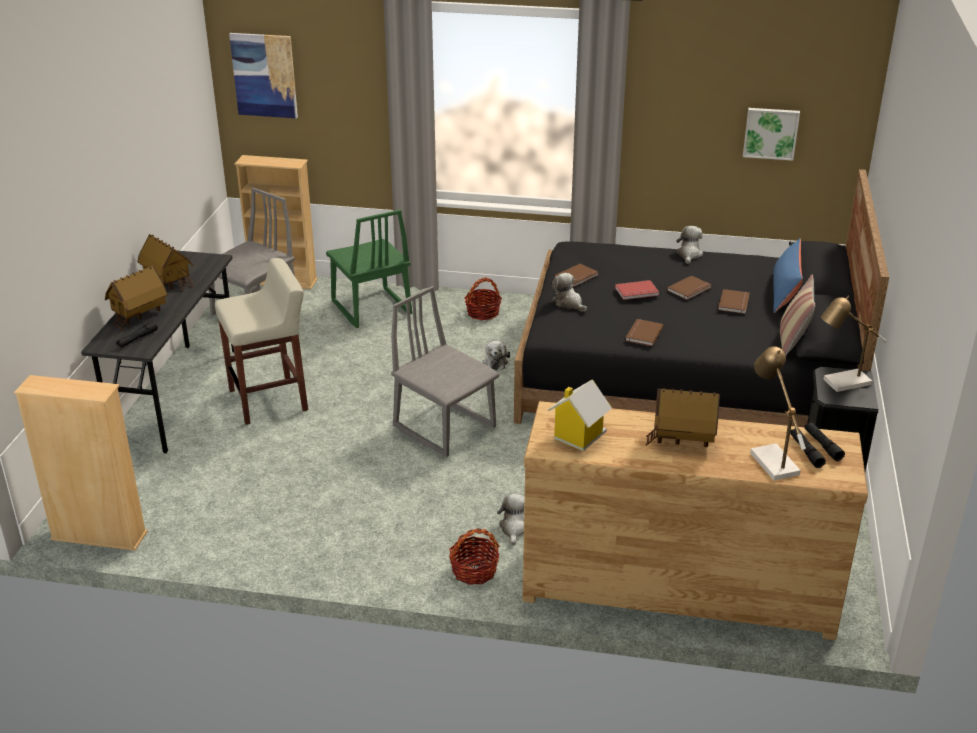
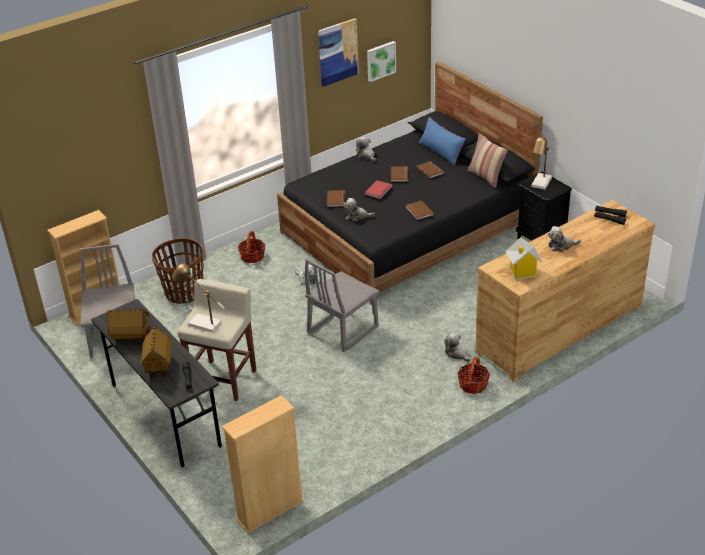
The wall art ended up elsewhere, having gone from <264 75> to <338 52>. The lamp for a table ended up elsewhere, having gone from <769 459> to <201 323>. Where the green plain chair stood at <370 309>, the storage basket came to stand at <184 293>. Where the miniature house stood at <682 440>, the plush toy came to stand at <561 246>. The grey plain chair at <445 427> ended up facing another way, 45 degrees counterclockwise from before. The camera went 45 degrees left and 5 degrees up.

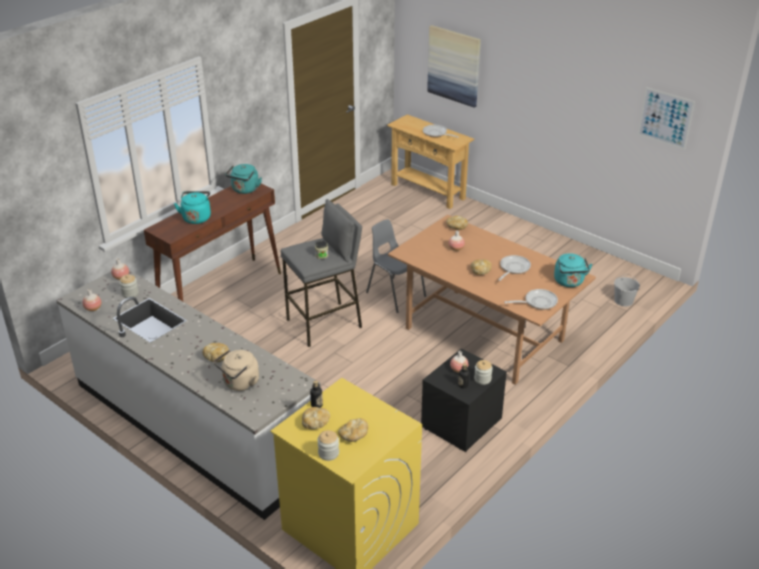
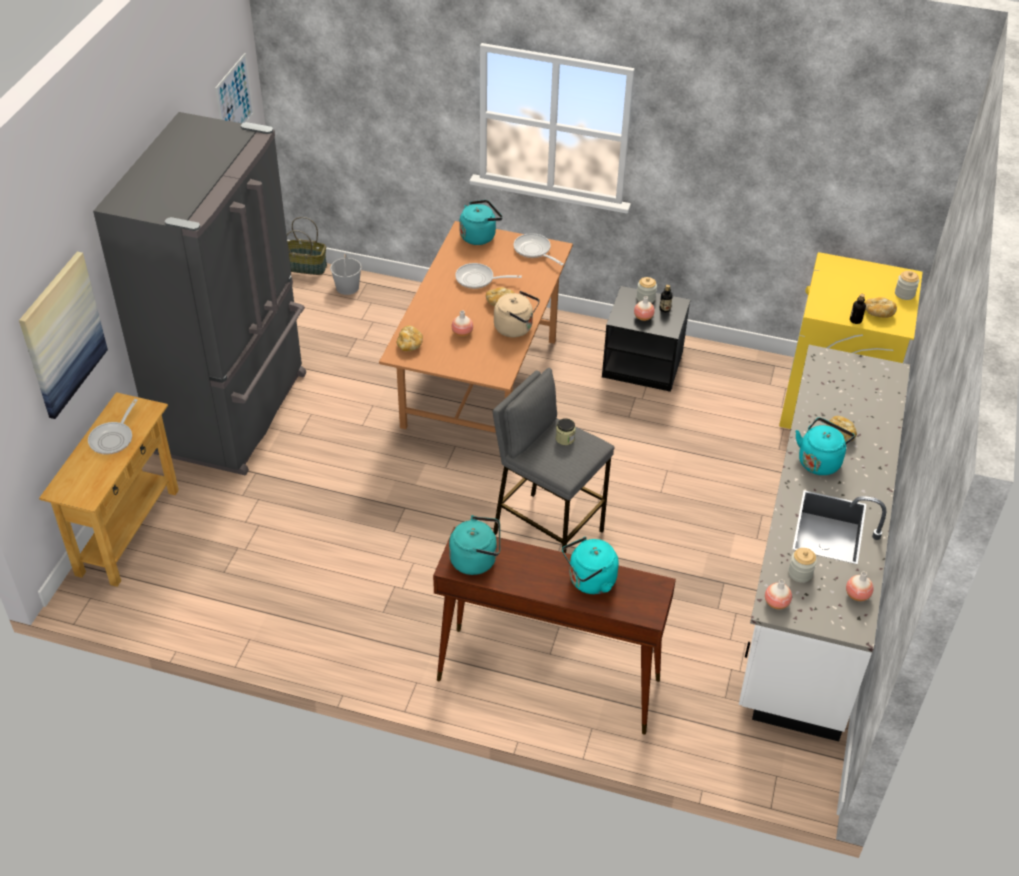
The second view lost the baked bread at <353 436>. The second view lost the grey plain chair at <395 294>. The second view gained the grey refrigerator at <236 413>. The second view gained the storage basket at <306 267>. The second view gained the turquoise-coloured water kettle at <820 461>. The beige water kettle ended up elsewhere, having gone from <239 383> to <516 328>. The camera went 115 degrees left and 10 degrees up.

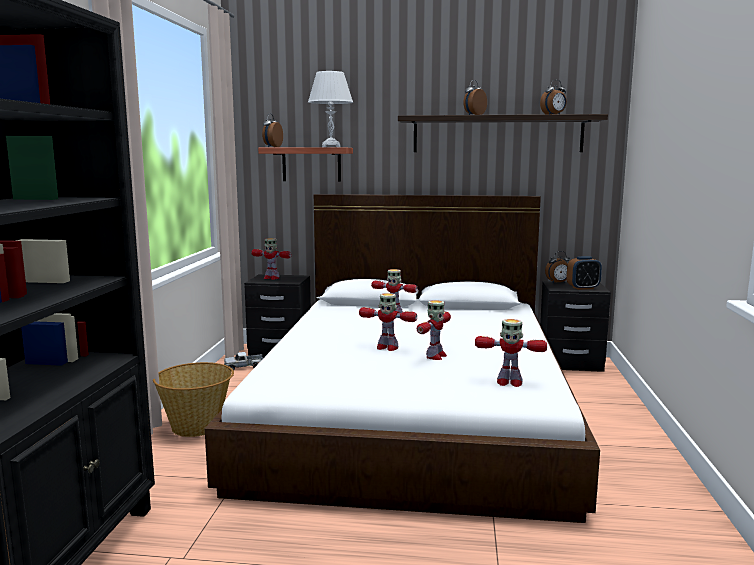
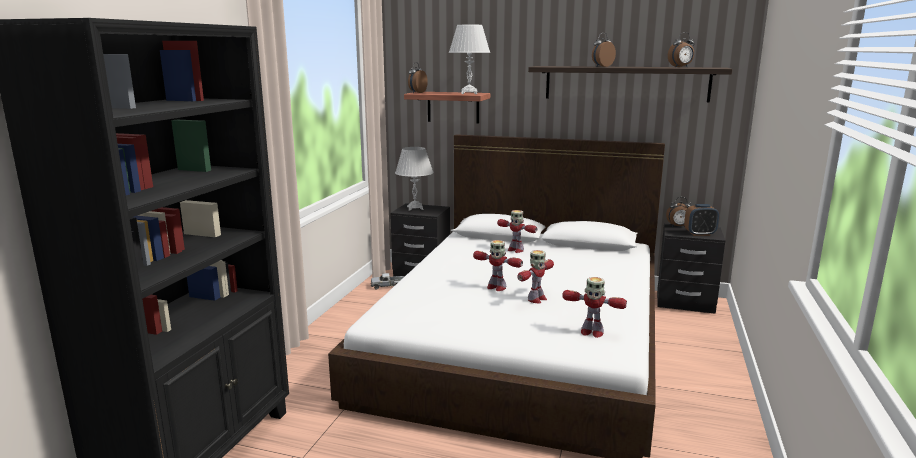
The second view lost the storage basket at <197 426>. Where the robot figure stood at <271 278>, the whitish lamp for a table came to stand at <415 208>. The camera went 10 degrees right and 5 degrees up.

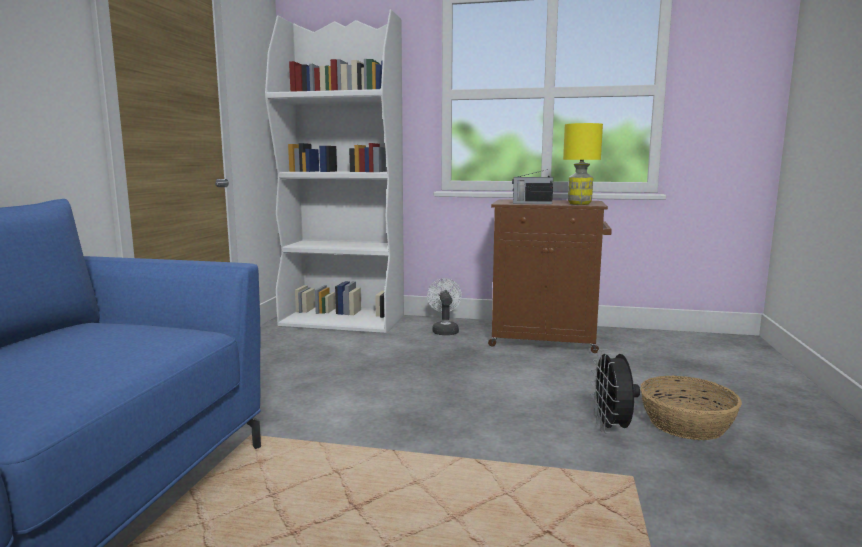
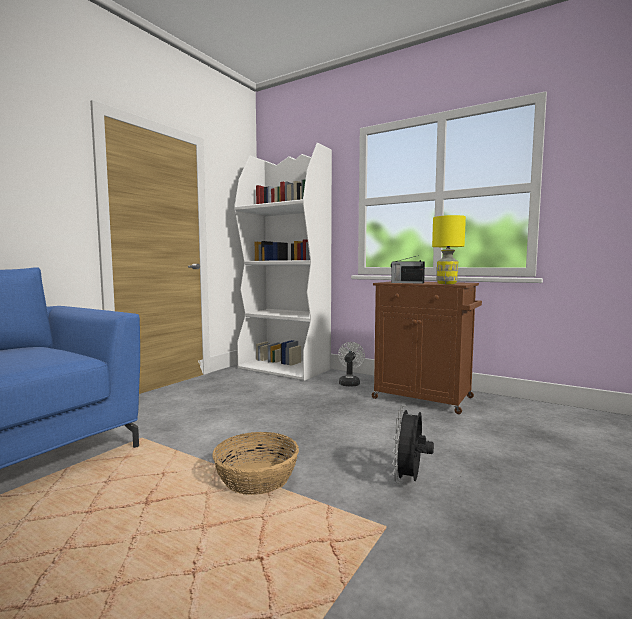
The storage basket ended up elsewhere, having gone from <687 424> to <257 478>. The camera went 20 degrees right and 5 degrees down.

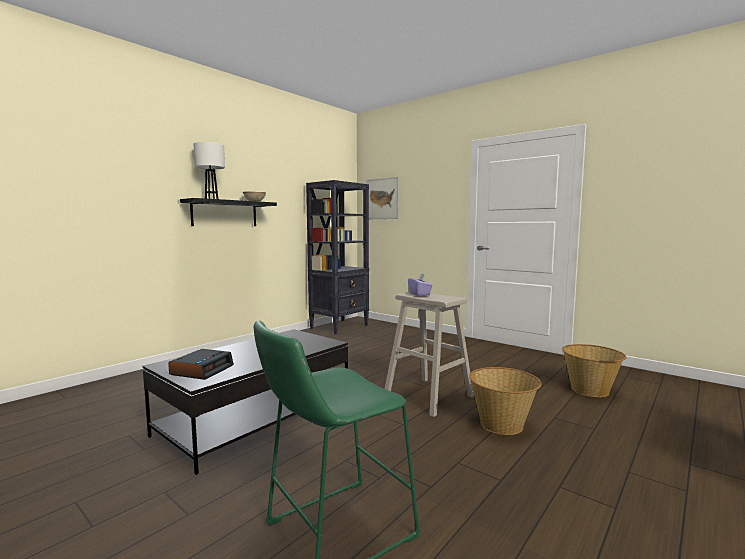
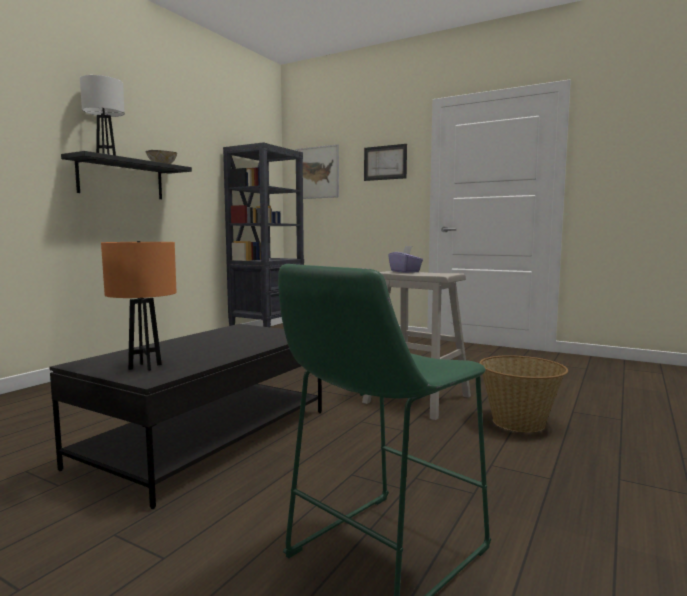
The second view lost the storage basket at <590 390>. The second view gained the wall art at <385 162>. Where the bedside clock stood at <202 370>, the orangey lamp for a table came to stand at <144 367>. The camera went 10 degrees left and 0 degrees up.

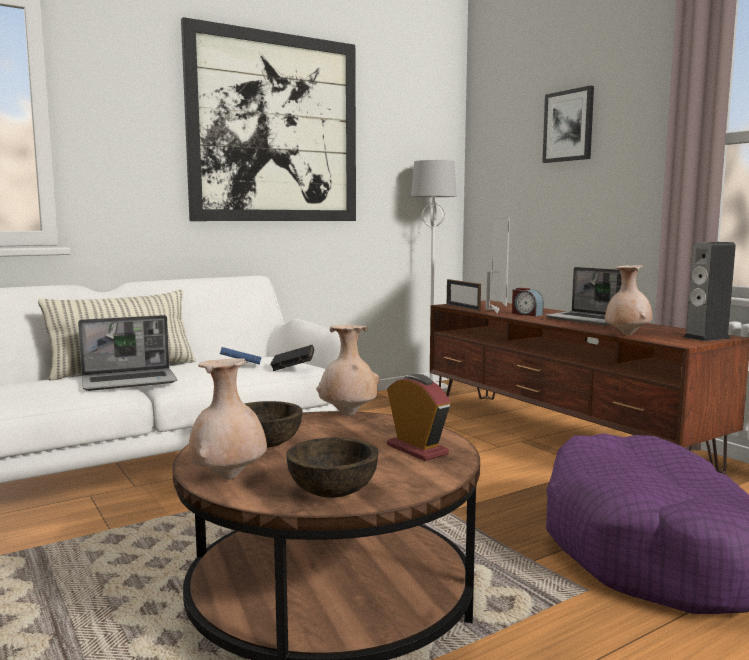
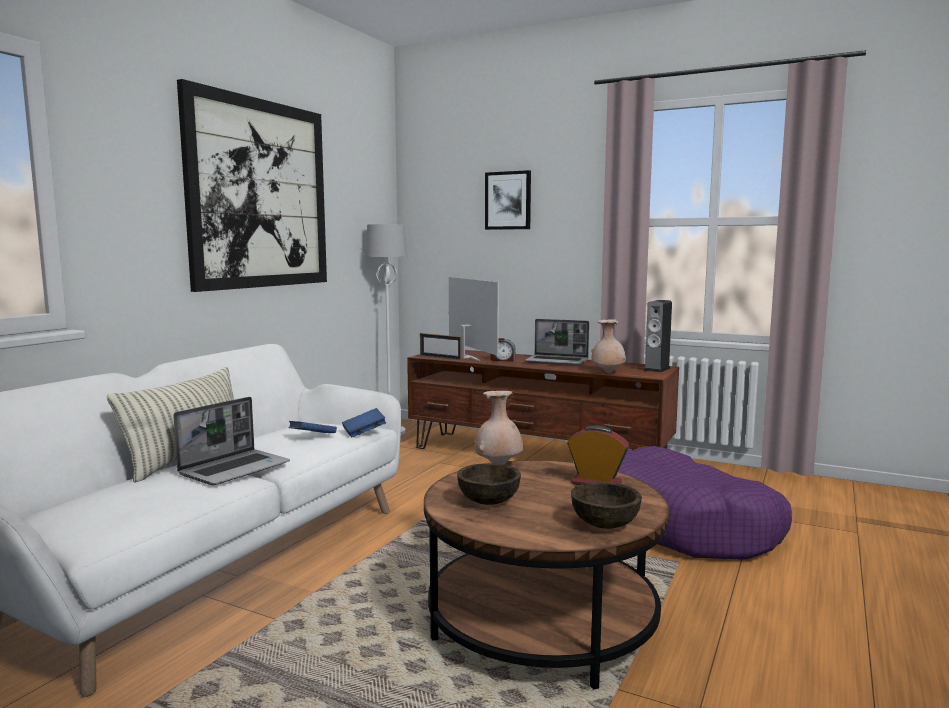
The second view lost the beige vase at <228 478>. What was the black-coloured book at <293 368> turned into the blue-coloured book at <364 432>. The camera went 30 degrees left and 0 degrees up.

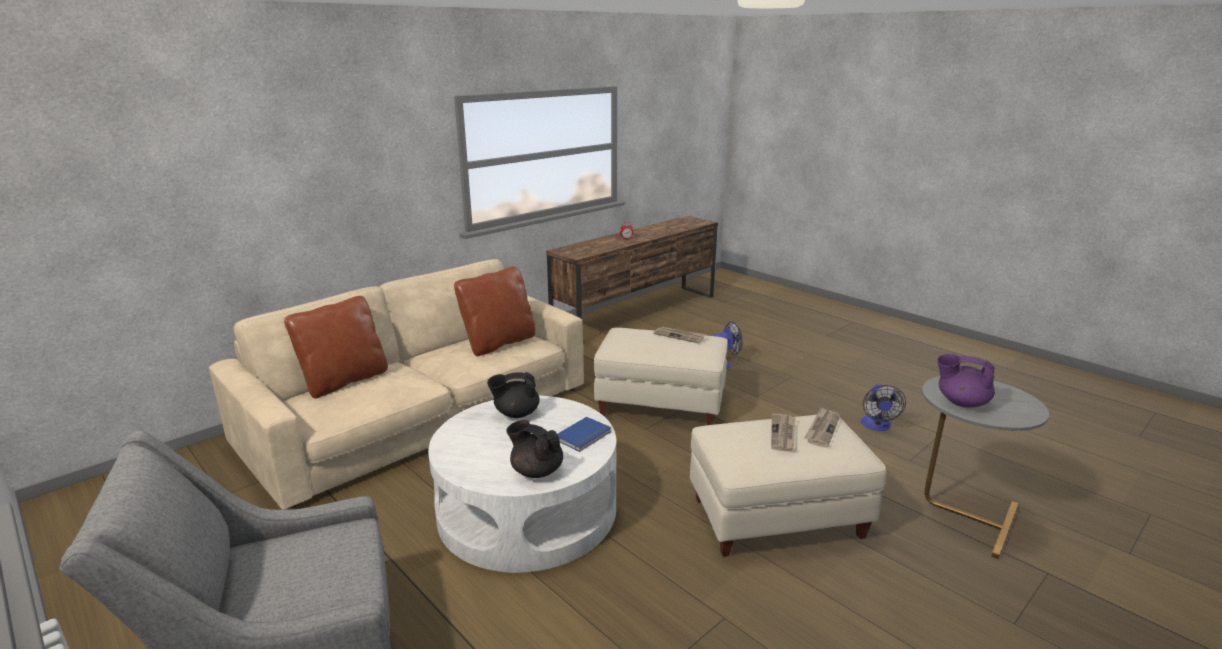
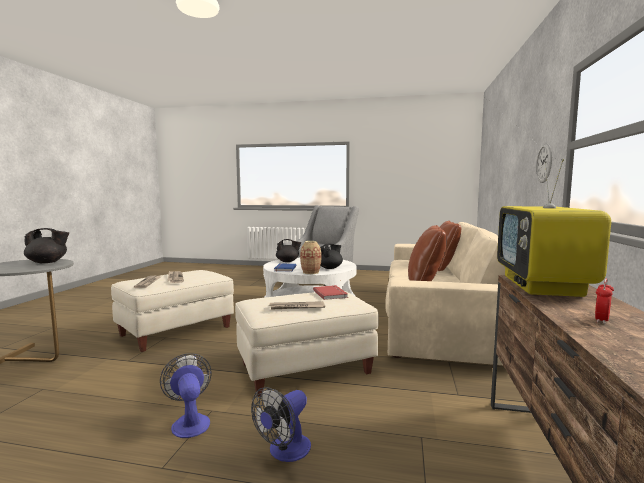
The second view gained the vase at <311 272>. The second view gained the red book at <331 294>. The second view gained the TV set at <543 286>. The second view gained the clock on the wall at <544 163>. The electric fan ended up elsewhere, having gone from <877 426> to <189 422>. What was the purple pot for tea at <961 402> turned into the black-coloured pot for tea at <48 262>. The camera went 145 degrees right and 15 degrees down.

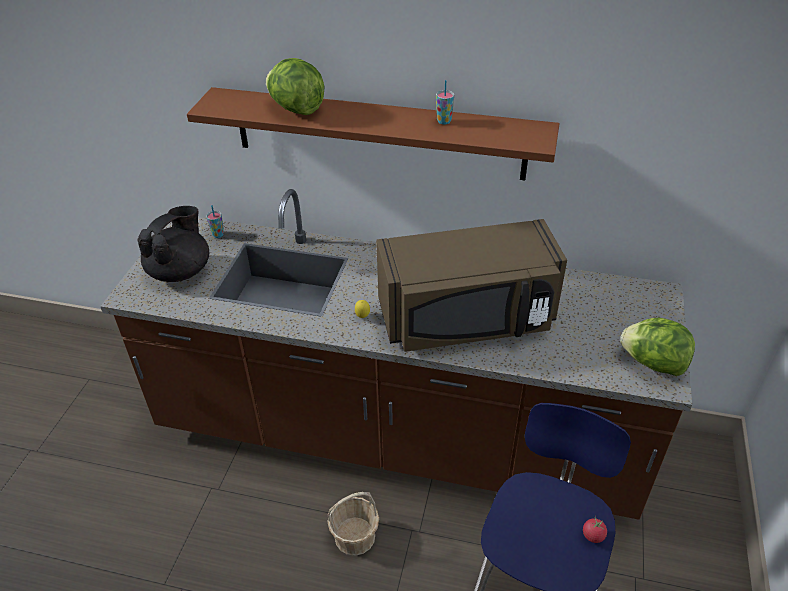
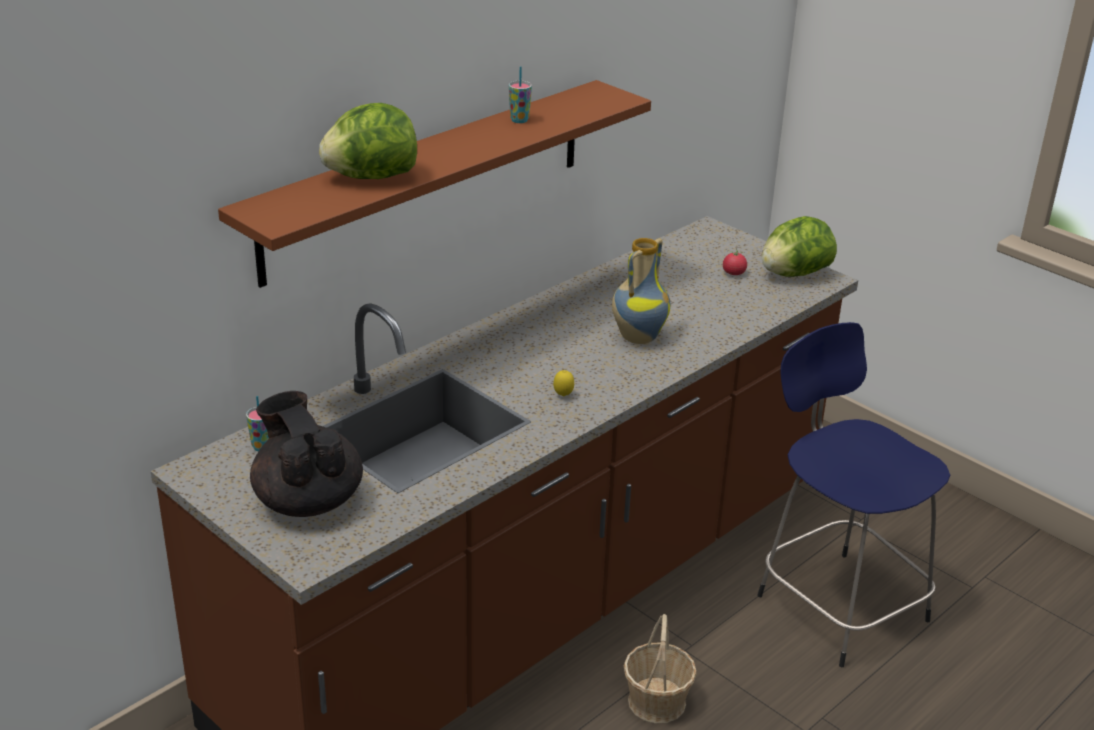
The whole tomato ended up elsewhere, having gone from <593 535> to <733 273>. Where the brown microwave stood at <467 319>, the vase came to stand at <637 337>. The camera went 60 degrees left and 10 degrees down.

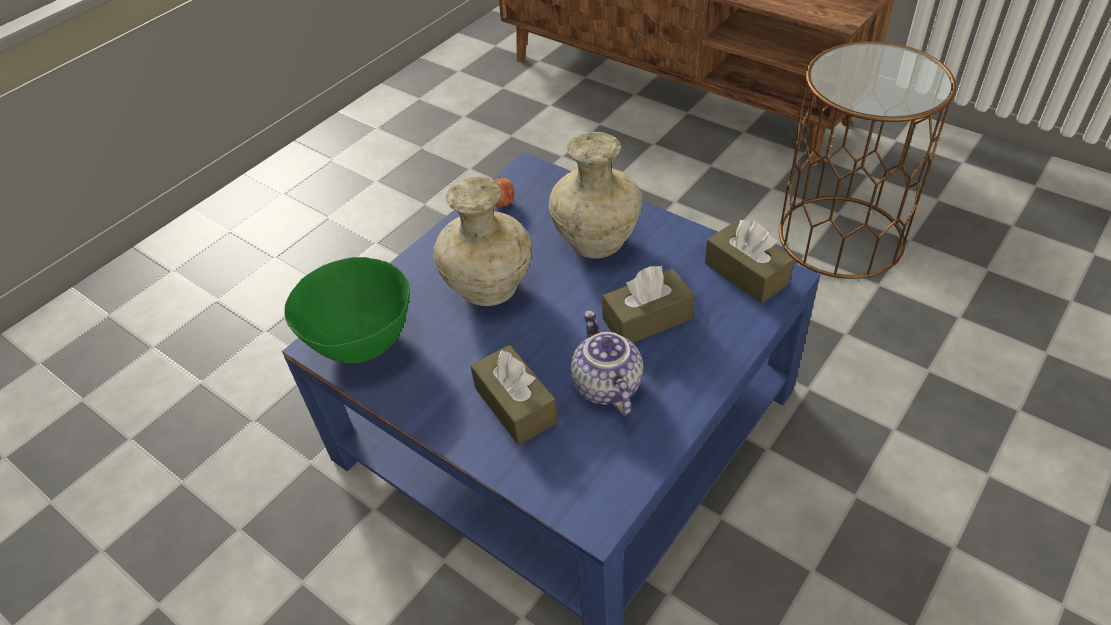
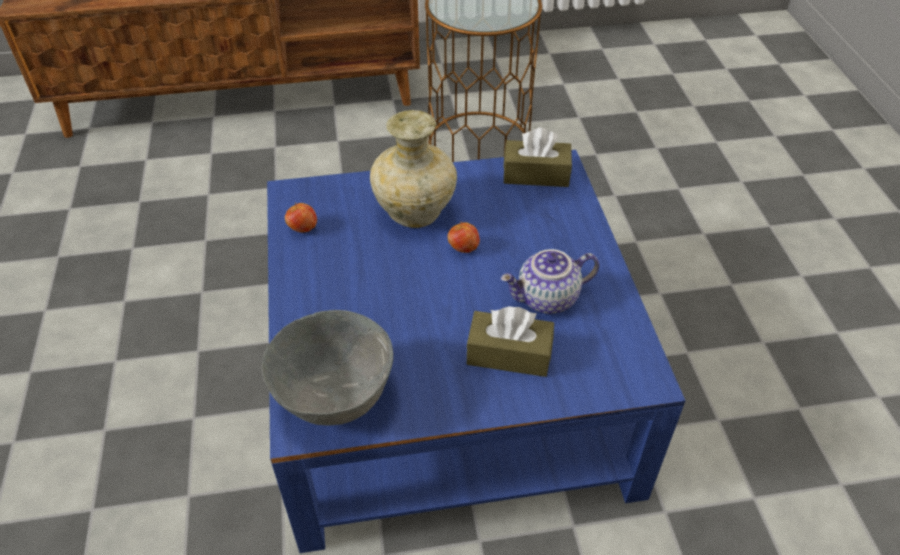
The second view lost the beige vase at <490 290>. The second view lost the brown tissue box at <647 319>. The second view gained the apple fruit at <463 248>. What was the green deep dish at <363 342> turned into the grey deep dish at <334 399>. The pot for tea at <605 386> ended up facing another way, 45 degrees counterclockwise from before. The camera went 50 degrees left and 0 degrees up.

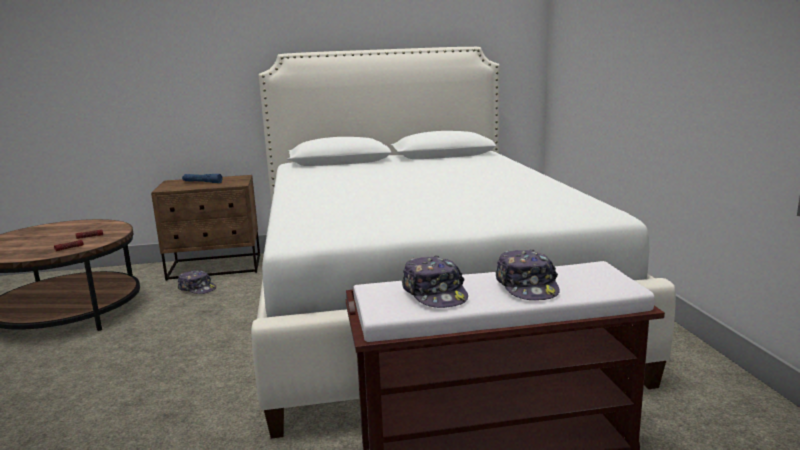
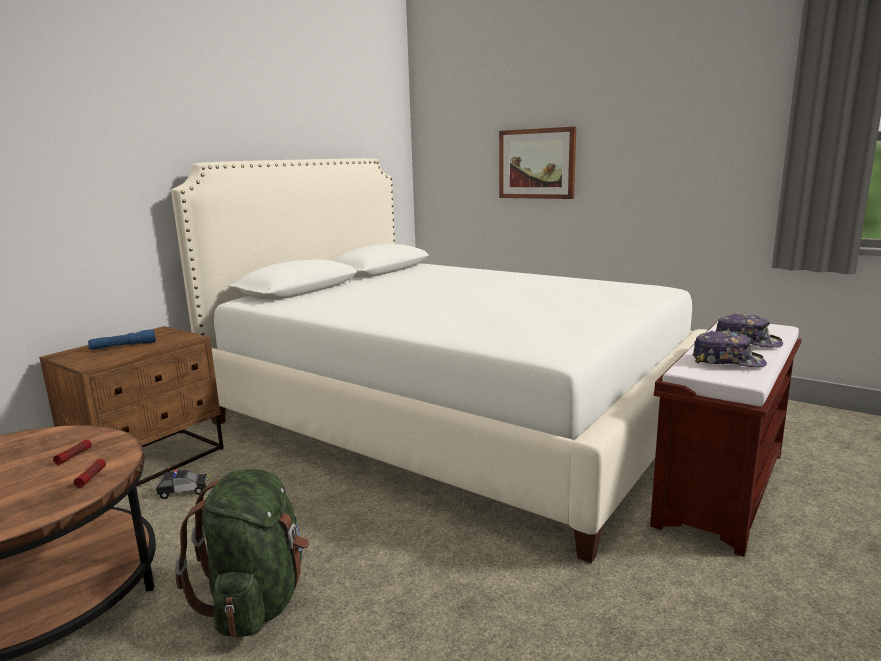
The second view gained the green knapsack at <257 600>. The second view gained the wall art at <536 164>. Where the cap stood at <197 289>, the toy car came to stand at <183 491>. The camera went 45 degrees left and 0 degrees up.

